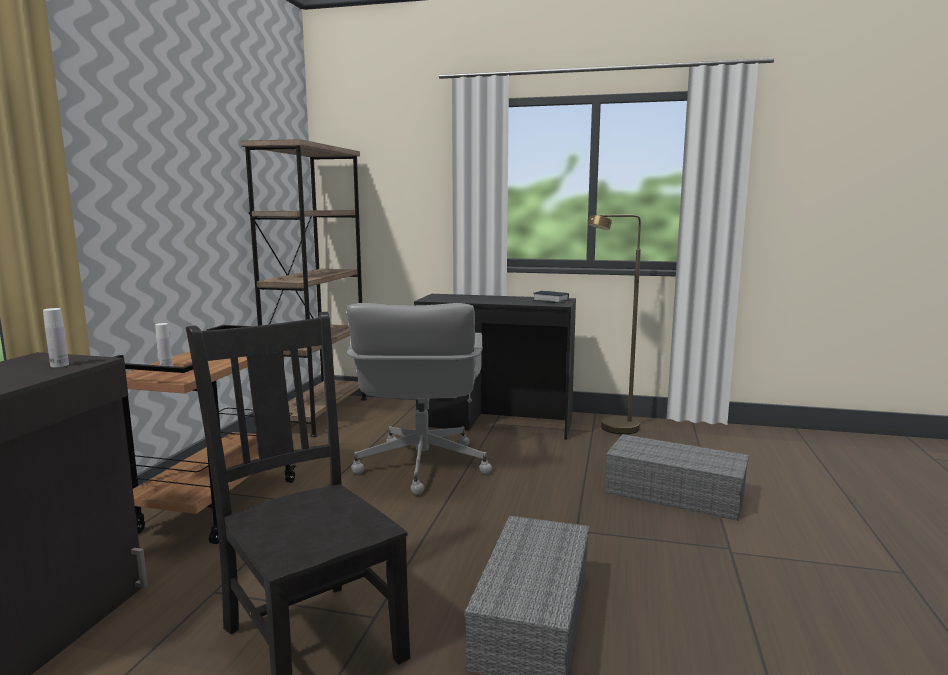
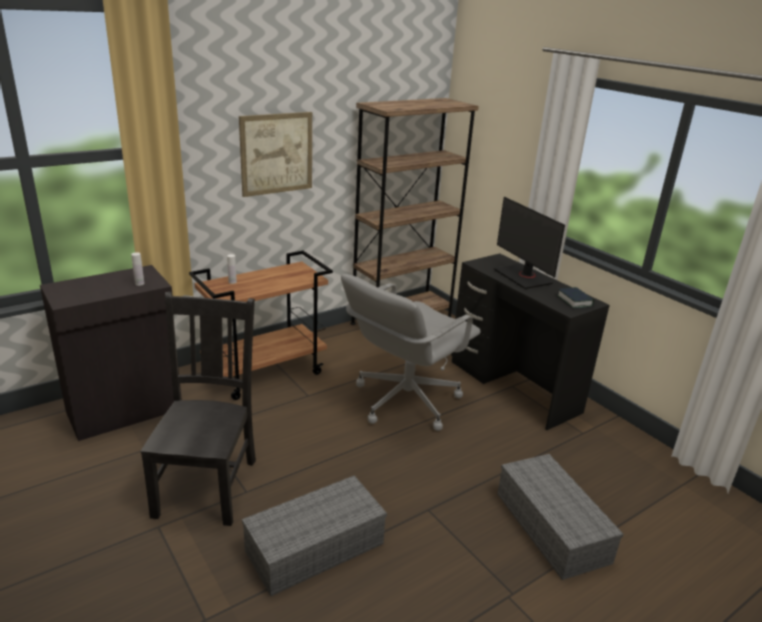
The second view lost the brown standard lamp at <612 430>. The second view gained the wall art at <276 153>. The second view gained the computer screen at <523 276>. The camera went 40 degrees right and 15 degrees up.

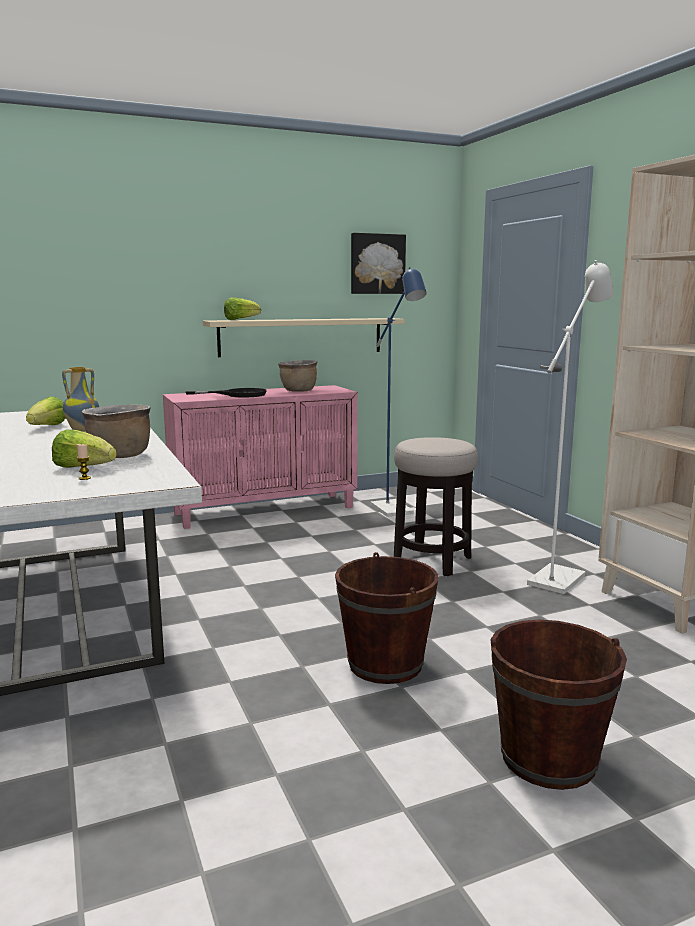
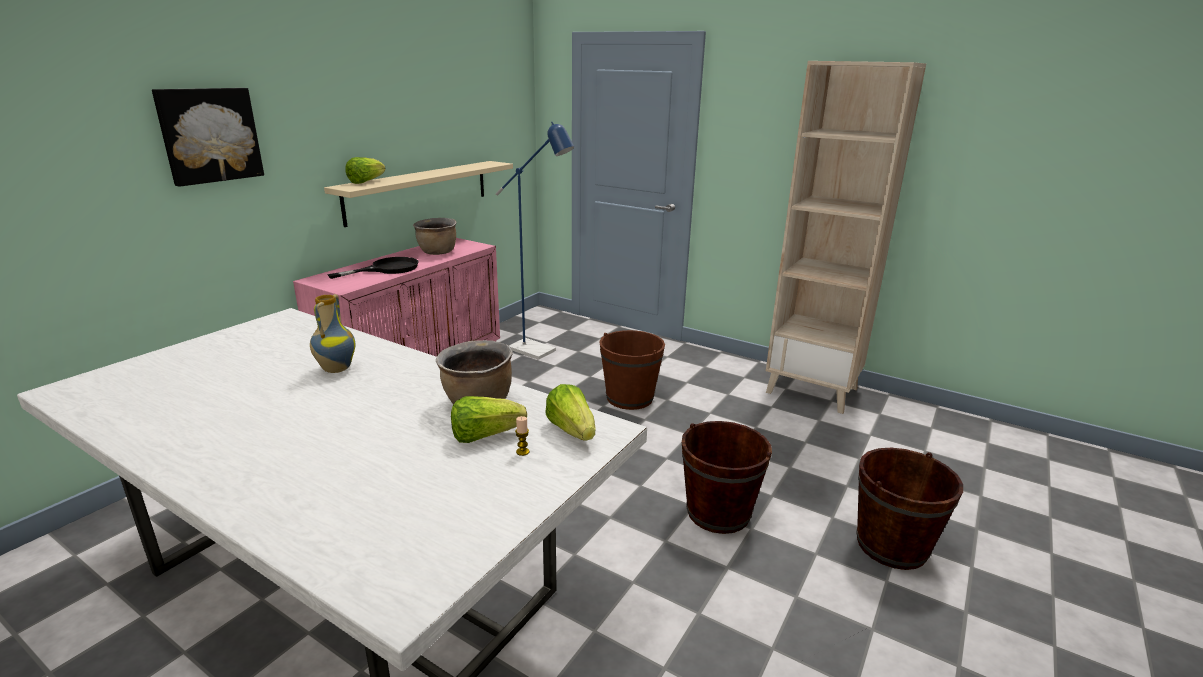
The second view lost the whitish standard lamp at <560 576>. The head of lettuce ended up elsewhere, having gone from <48 427> to <572 430>. The wall art ended up elsewhere, having gone from <377 264> to <209 135>. Where the stool stood at <432 561>, the brown pail came to stand at <629 398>. The camera went 35 degrees left and 10 degrees up.

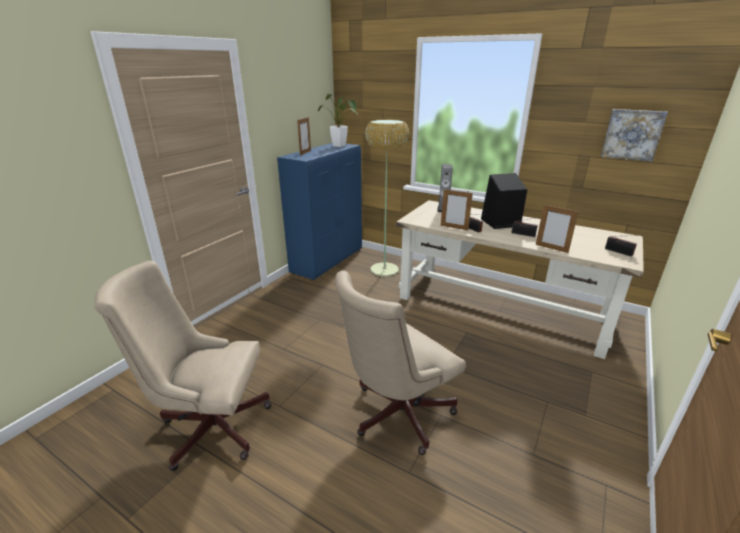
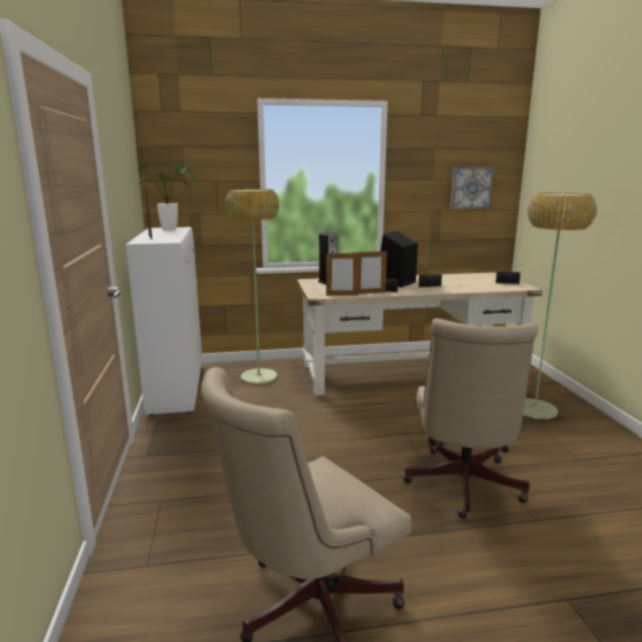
The second view gained the standard lamp at <534 409>. The standing frame ended up elsewhere, having gone from <551 248> to <342 295>. What was the blue-coloured storage cabinet at <328 260> turned into the whitish storage cabinet at <177 388>. The camera went 40 degrees left and 10 degrees down.

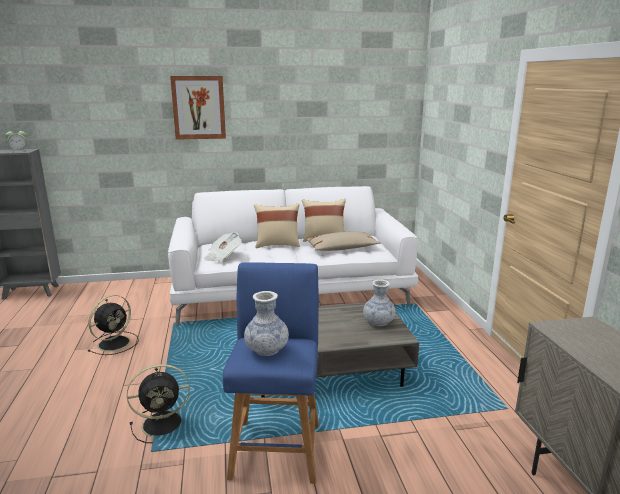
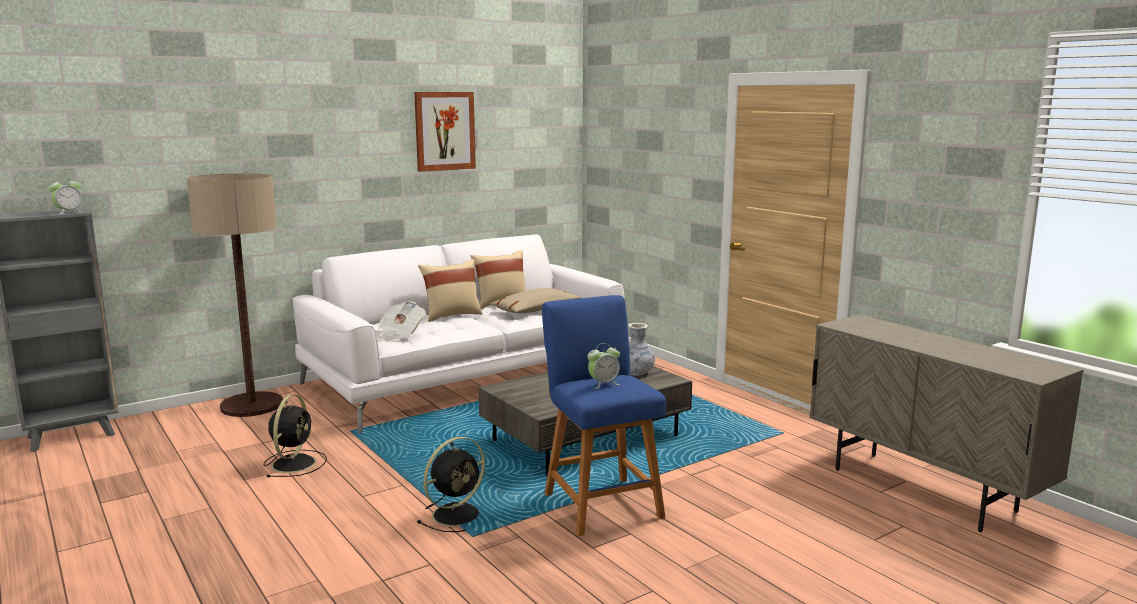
The second view gained the standard lamp at <252 405>. The wall art ended up elsewhere, having gone from <198 107> to <444 131>. Where the vase stood at <267 350>, the bedside clock came to stand at <603 384>. The camera went 25 degrees left and 5 degrees down.

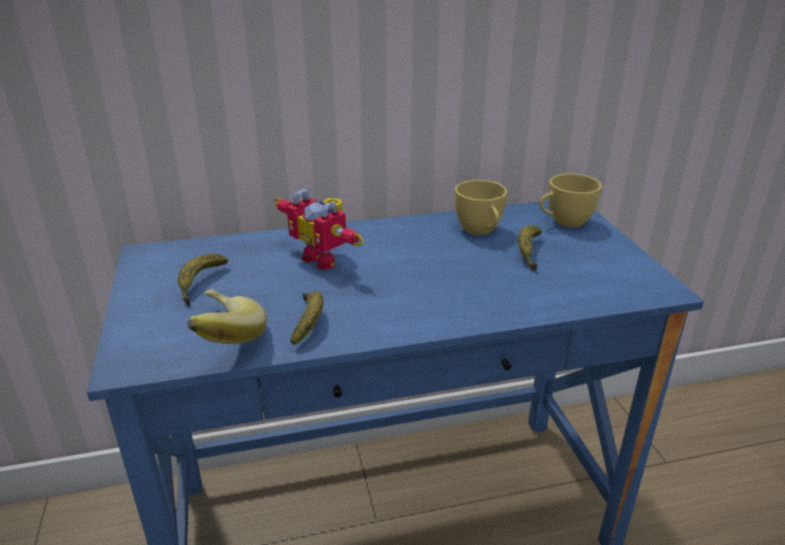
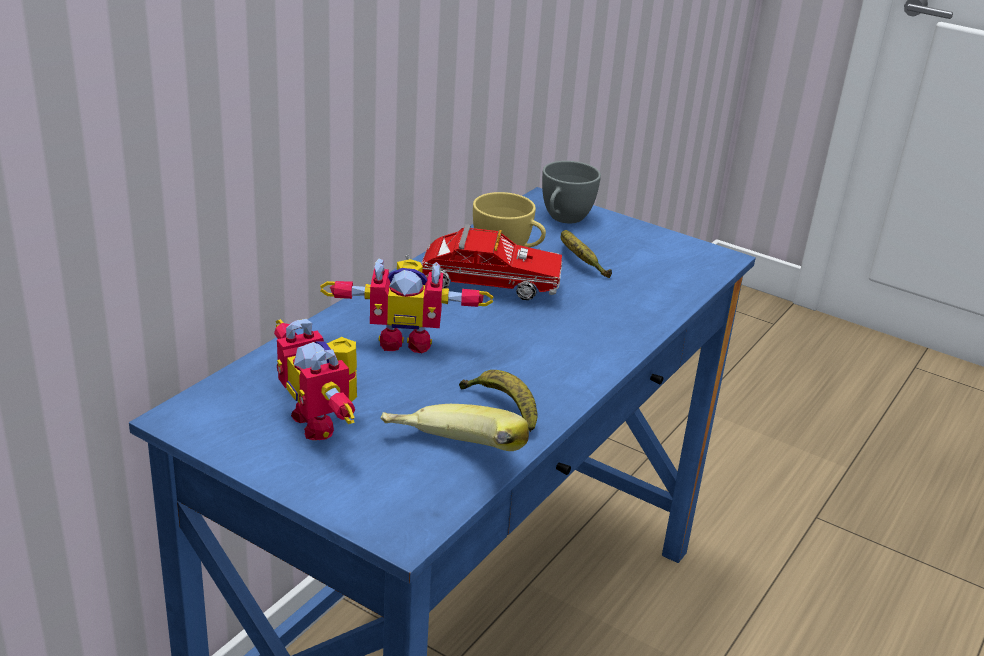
The second view gained the toy truck at <481 286>. Where the banana stood at <200 284>, the robot figure came to stand at <323 421>. What was the yellow-coloured small cup at <563 222> turned into the grey small cup at <563 219>. The camera went 45 degrees left and 0 degrees up.

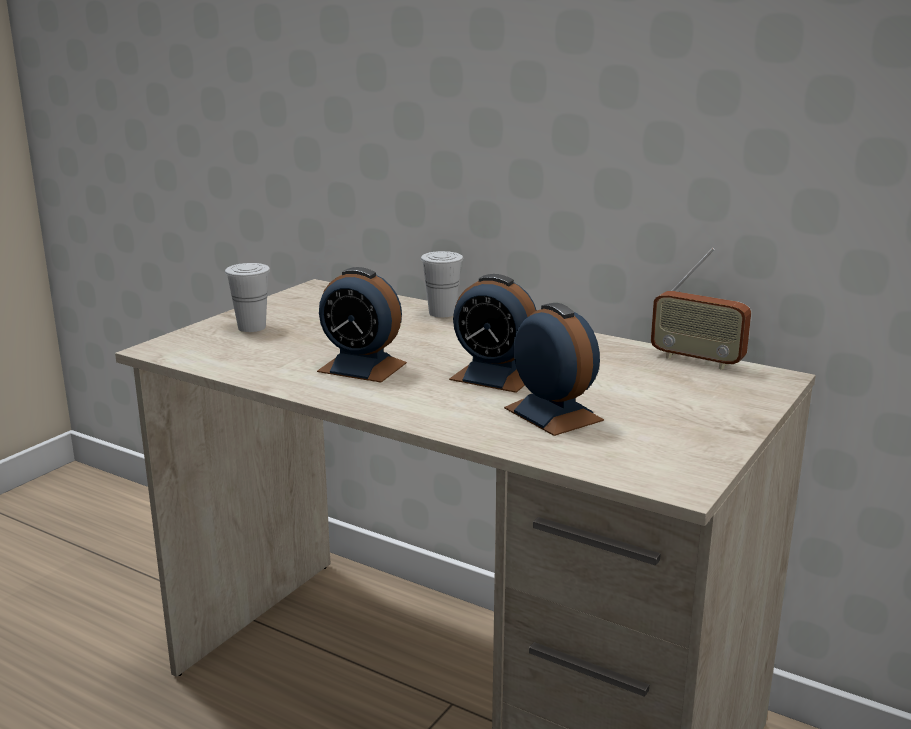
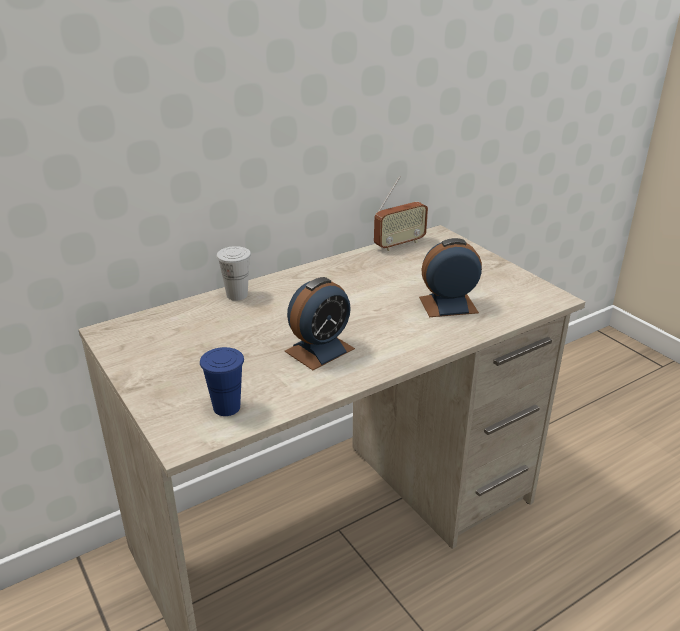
The second view lost the whitish small cup at <251 327>. The second view lost the bedside clock at <494 376>. The second view gained the blue-coloured small cup at <226 407>. The camera went 65 degrees left and 10 degrees up.

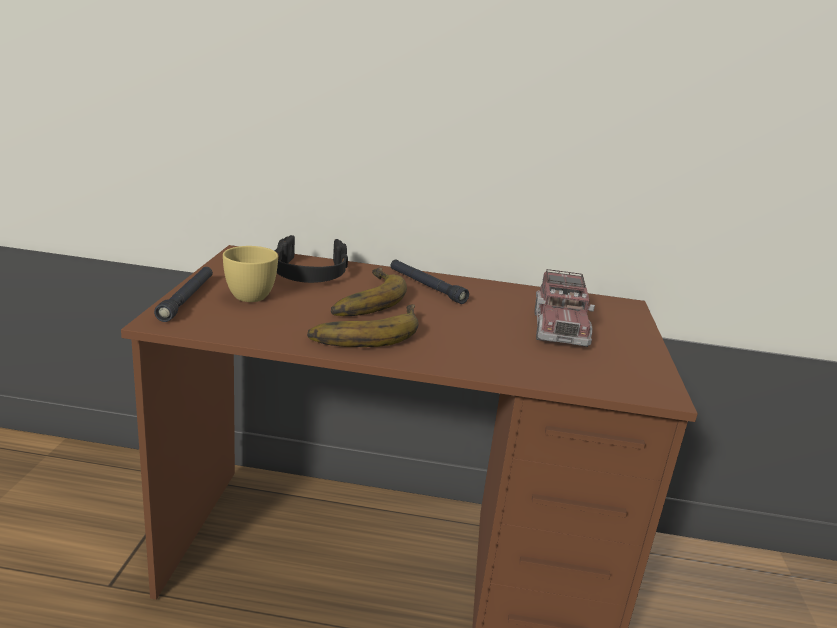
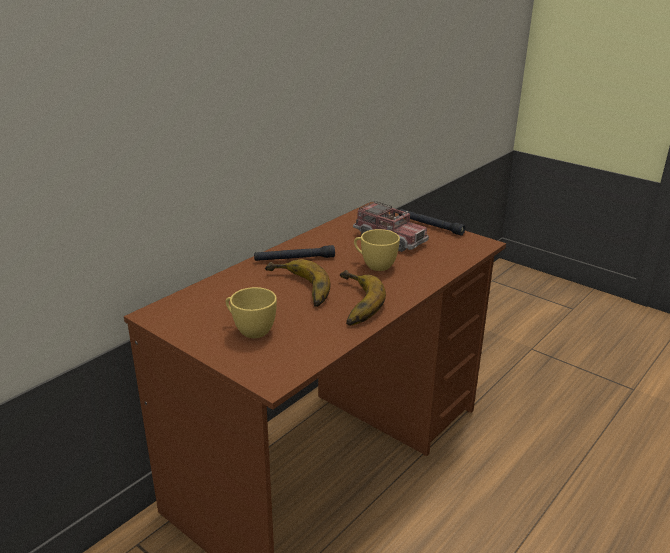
The second view lost the black-coloured pair of headphones at <309 272>. The second view gained the yellow-coloured small cup at <374 265>. The black-coloured torch ended up elsewhere, having gone from <187 299> to <430 226>. The camera went 55 degrees left and 5 degrees up.

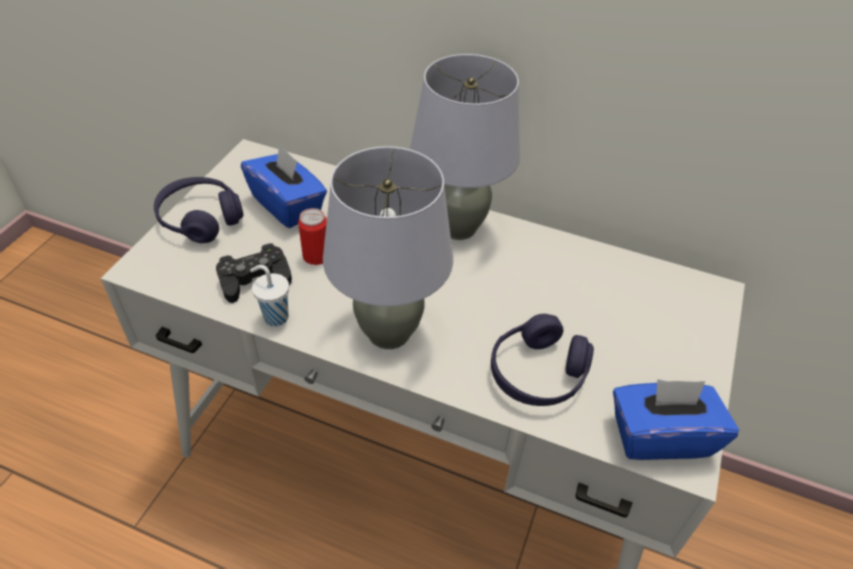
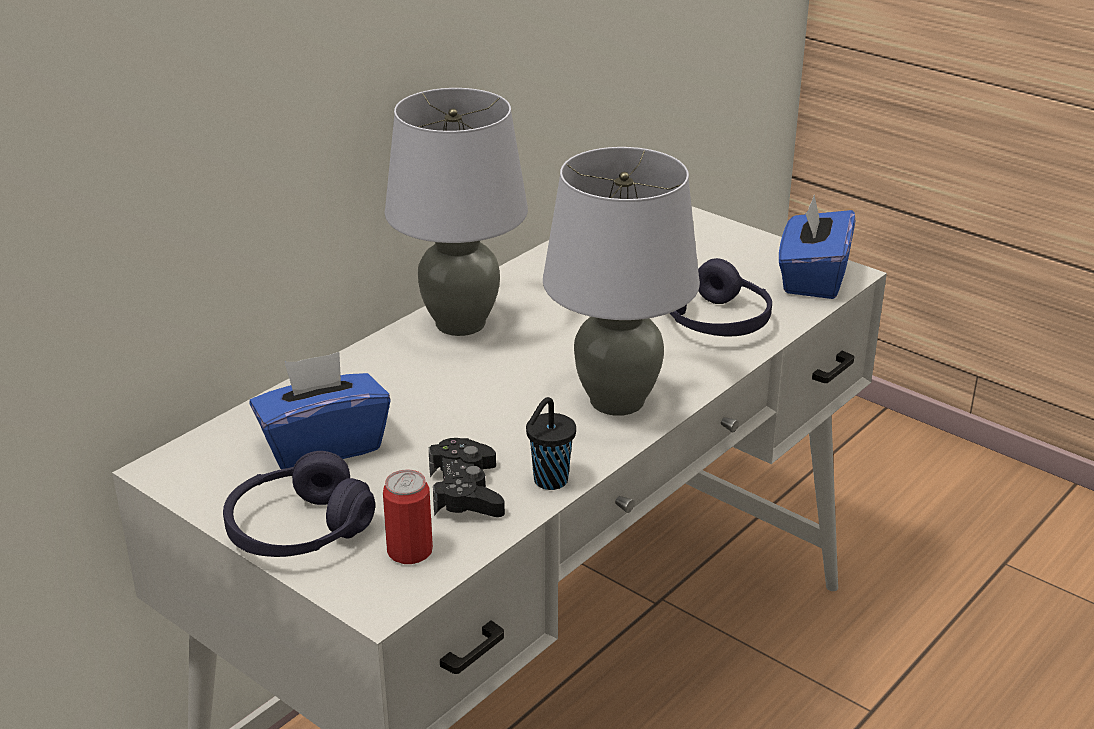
The sealed can ended up elsewhere, having gone from <316 256> to <409 551>. What was the whitish small cup at <274 317> turned into the black-coloured small cup at <549 481>. The camera went 70 degrees left and 15 degrees down.

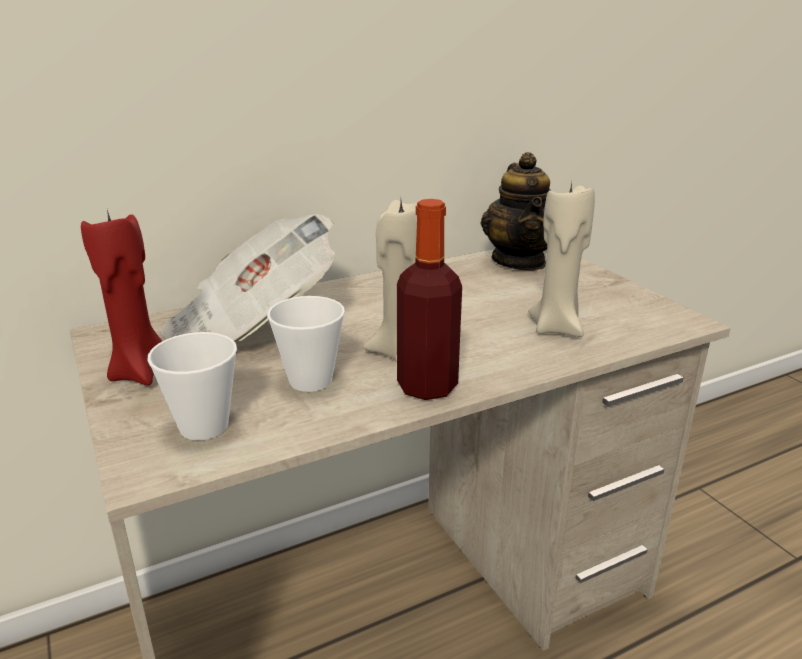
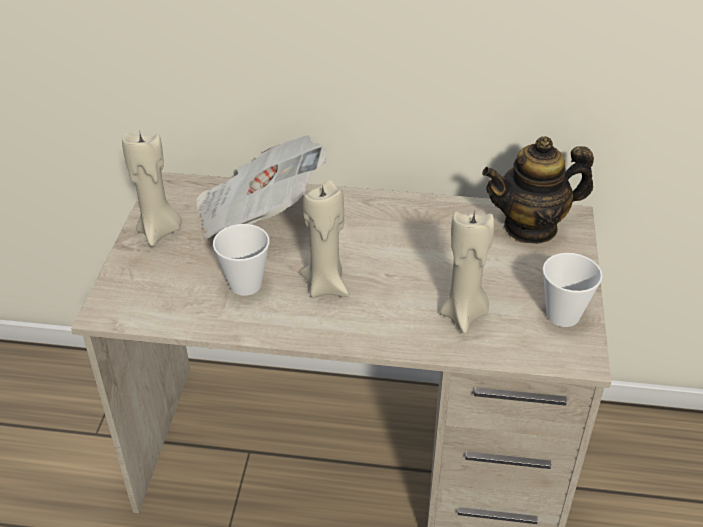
The second view lost the beverage bottle at <427 386>. The small cup ended up elsewhere, having gone from <204 426> to <563 315>. What was the red candle at <141 372> turned into the beige candle at <159 231>. The pot for tea at <519 261> ended up facing another way, 45 degrees clockwise from before. The camera went 35 degrees right and 15 degrees up.

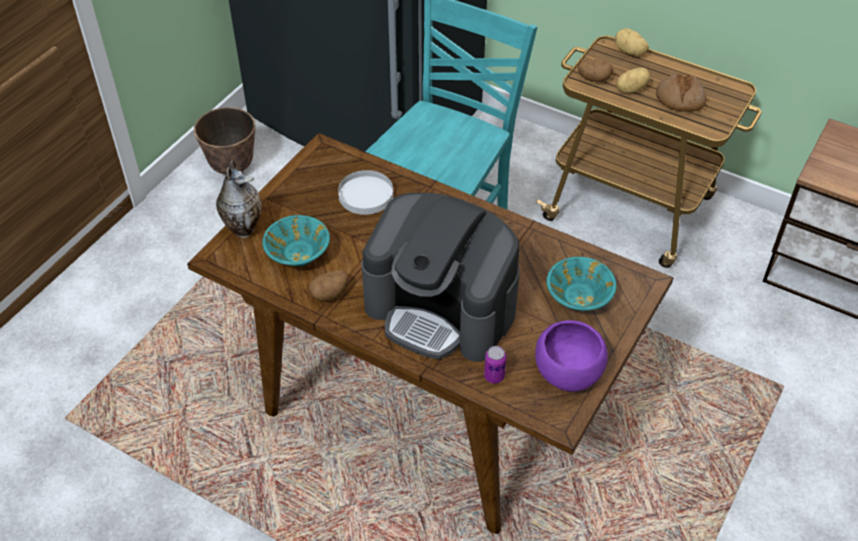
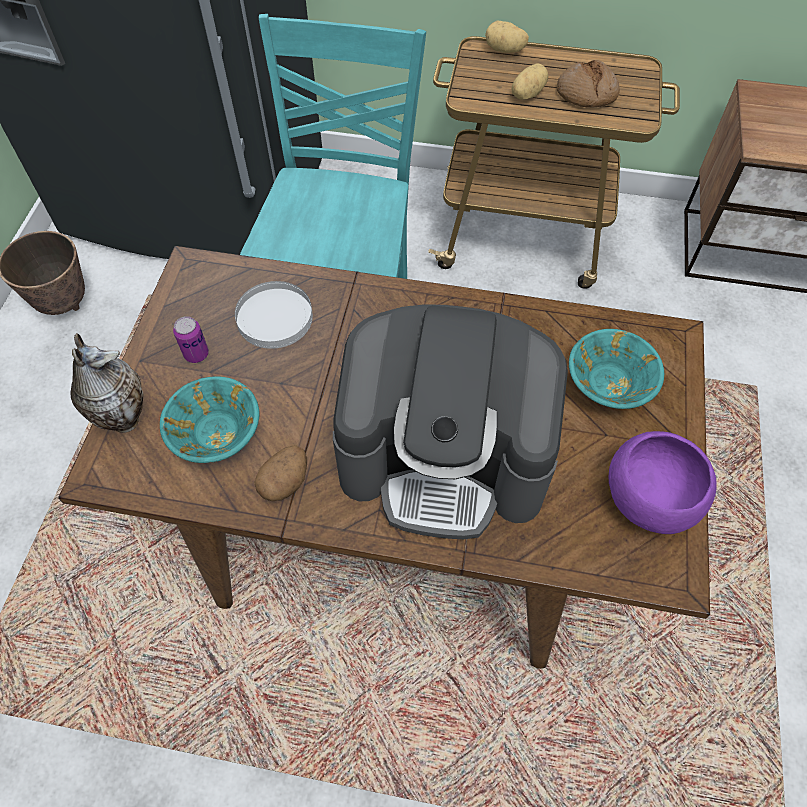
The second view lost the spud at <593 78>. The sealed can ended up elsewhere, having gone from <494 376> to <196 354>. The camera went 20 degrees left and 10 degrees up.

